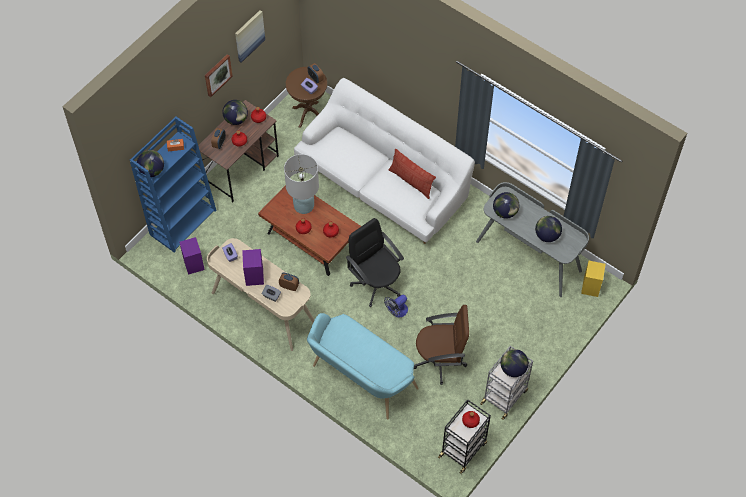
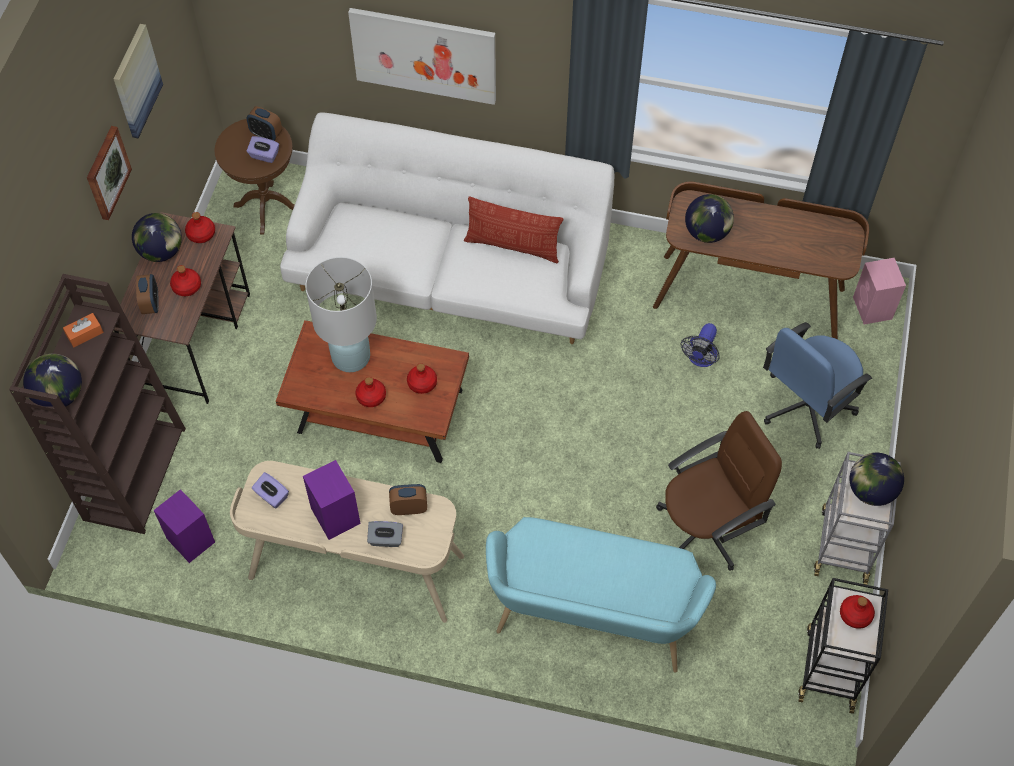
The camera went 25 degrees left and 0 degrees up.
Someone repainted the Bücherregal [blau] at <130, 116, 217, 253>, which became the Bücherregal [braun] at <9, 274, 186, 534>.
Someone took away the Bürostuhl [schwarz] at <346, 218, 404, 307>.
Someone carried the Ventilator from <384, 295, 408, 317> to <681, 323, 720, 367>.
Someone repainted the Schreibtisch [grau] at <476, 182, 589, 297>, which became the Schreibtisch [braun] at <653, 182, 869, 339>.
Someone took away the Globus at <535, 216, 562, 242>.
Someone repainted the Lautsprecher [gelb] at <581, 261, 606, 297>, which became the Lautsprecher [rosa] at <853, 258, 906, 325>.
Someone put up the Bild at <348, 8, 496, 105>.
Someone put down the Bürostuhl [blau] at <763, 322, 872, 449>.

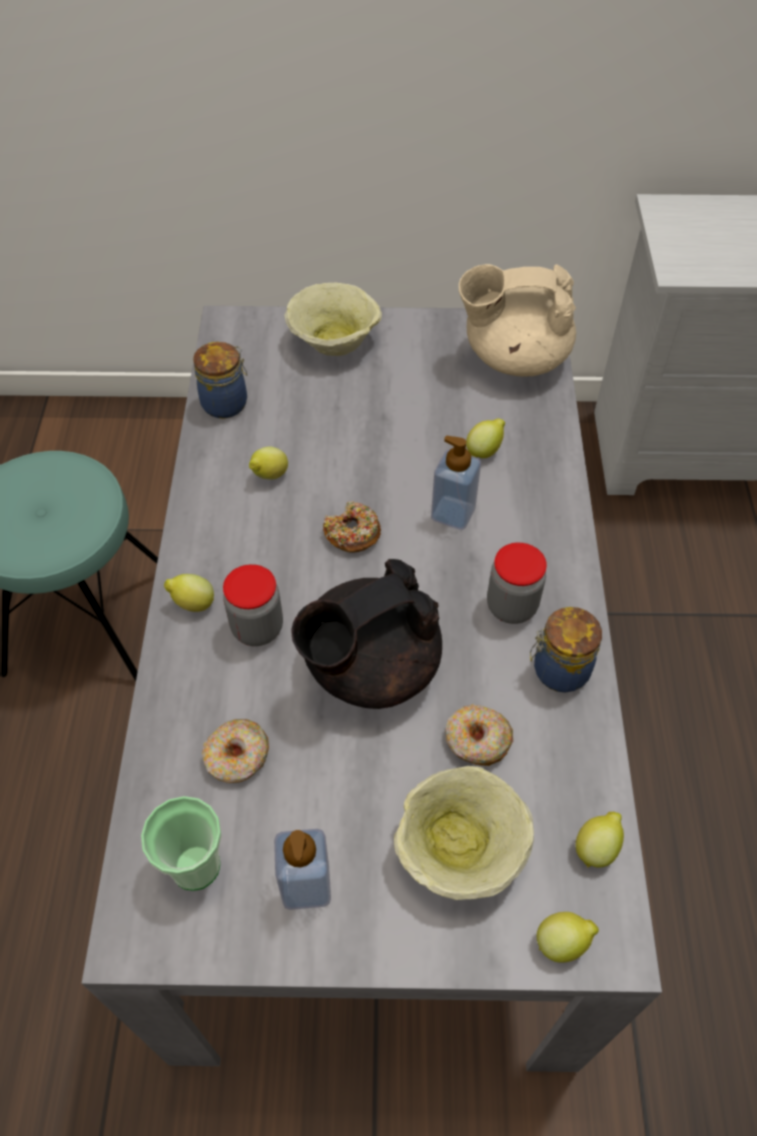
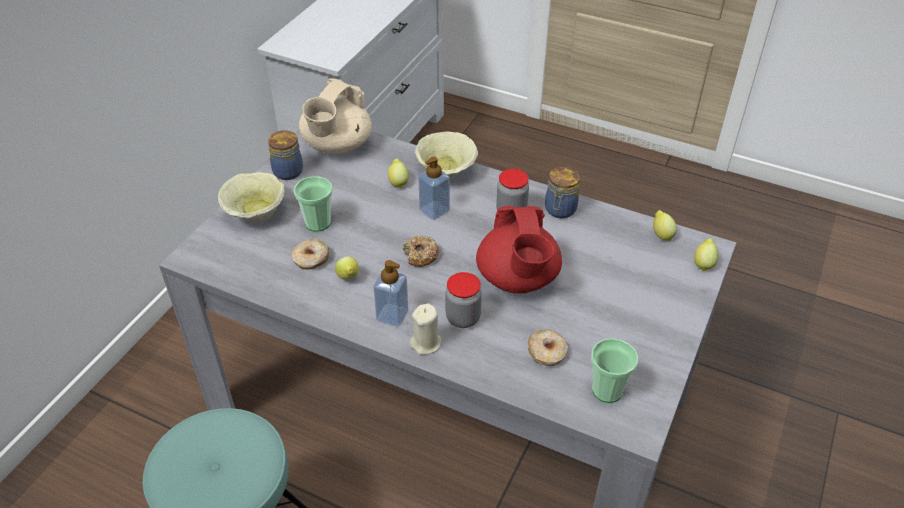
The camera went 65 degrees left and 10 degrees down.
Someone swapped the Zitrone at <164, 574, 214, 612> for the Kerze [beige] at <410, 303, 442, 355>.
Someone carried the Vorratsglas from <193, 342, 247, 418> to <268, 130, 303, 180>.
Someone carried the Seifenspender from <274, 829, 331, 910> to <374, 260, 408, 326>.
Someone repainted the Teekanne [schwarz] at <291, 559, 442, 709>, which became the Teekanne [rot] at <476, 205, 562, 293>.
Someone carried the Schüssel [beige] from <394, 766, 534, 900> to <415, 131, 478, 178>.
Someone carried the Donut from <445, 704, 513, 766> to <292, 239, 329, 269>.
Someone put down the Tasse at <294, 176, 333, 232>.

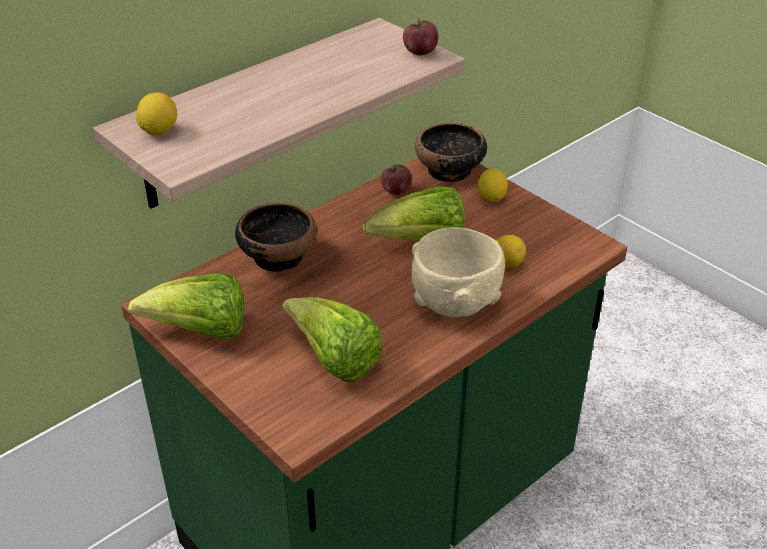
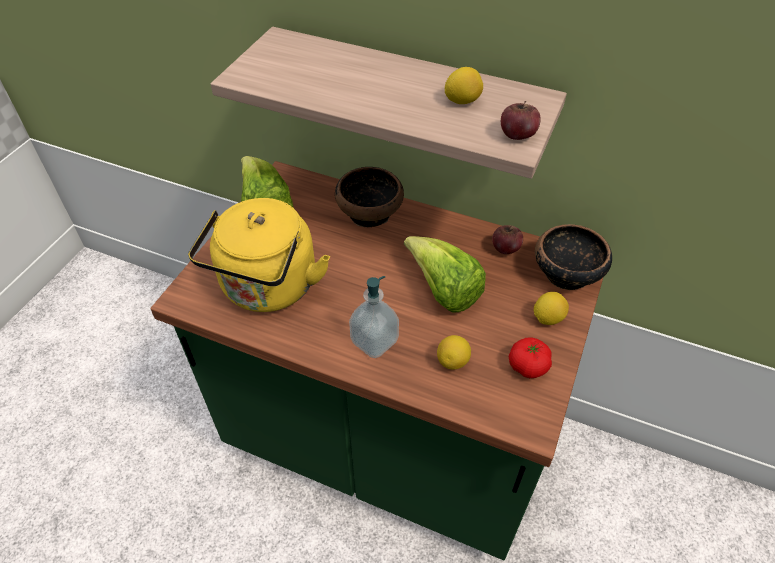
The camera went 65 degrees right and 10 degrees up.
Someone carried the Zitrone from <136, 92, 177, 136> to <445, 67, 483, 104>.
Someone swapped the Salatkopf at <282, 297, 382, 382> for the Wasserkessel [gelb] at <188, 198, 330, 312>.
Someone swapped the Schüssel [beige] at <411, 227, 505, 317> for the Seifenspender at <349, 276, 399, 358>.
Someone put down the Tomate at <509, 337, 552, 378>.

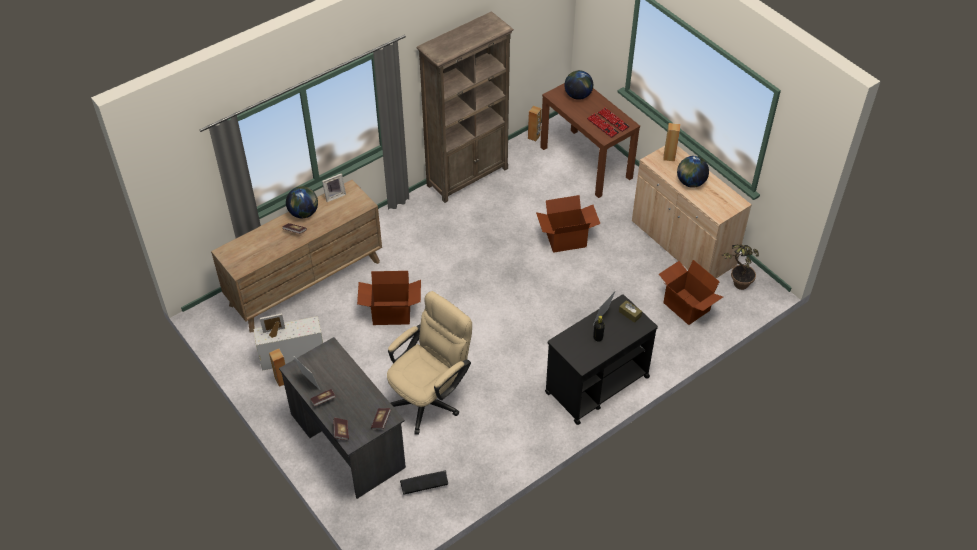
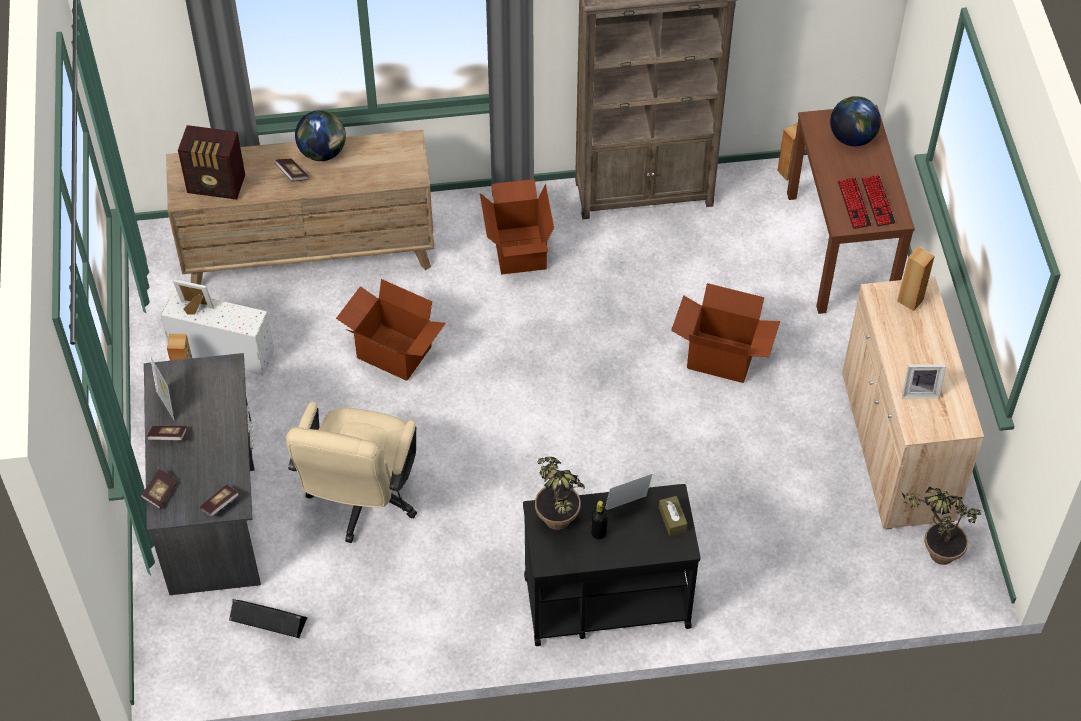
The camera went 30 degrees right and 5 degrees up.
Someone carried the Bilderrahmen from <322, 173, 346, 202> to <902, 364, 946, 398>.
Someone rotated the Bürostuhl [beige] at <387, 291, 472, 435> by 120 degrees clockwise.
Someone carried the Karton from <659, 260, 723, 325> to <480, 179, 554, 275>.
Someone took away the Globus at <677, 156, 709, 188>.
Someone put down the Radio at <178, 125, 245, 200>.
Someone put down the Topfpflanze at <535, 457, 585, 530>.

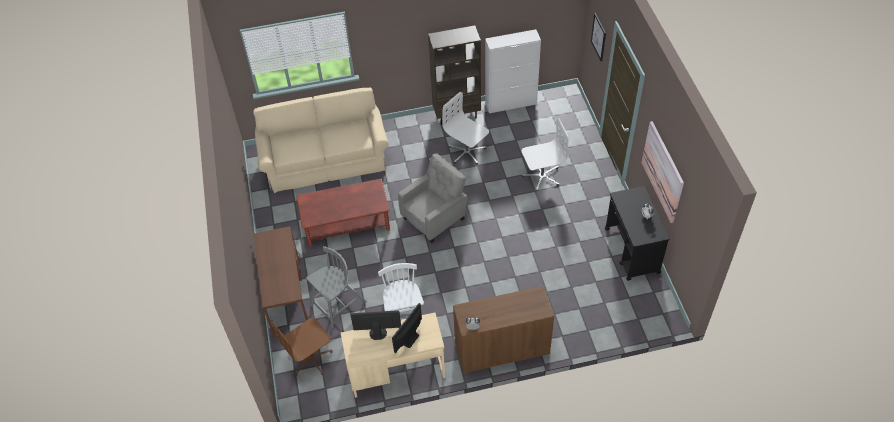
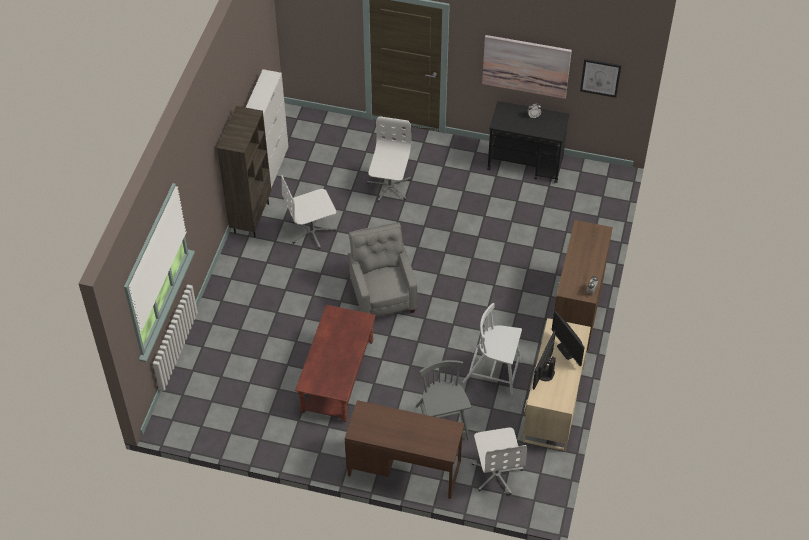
The camera went 65 degrees left and 0 degrees up.
Someone took away the Sofa [beige] at <253, 88, 388, 193>.
Someone repainted the Bürostuhl [braun] at <271, 318, 333, 376>, which became the Bürostuhl [weiß] at <472, 427, 527, 495>.
Someone carried the Bild from <591, 13, 606, 62> to <580, 59, 621, 98>.

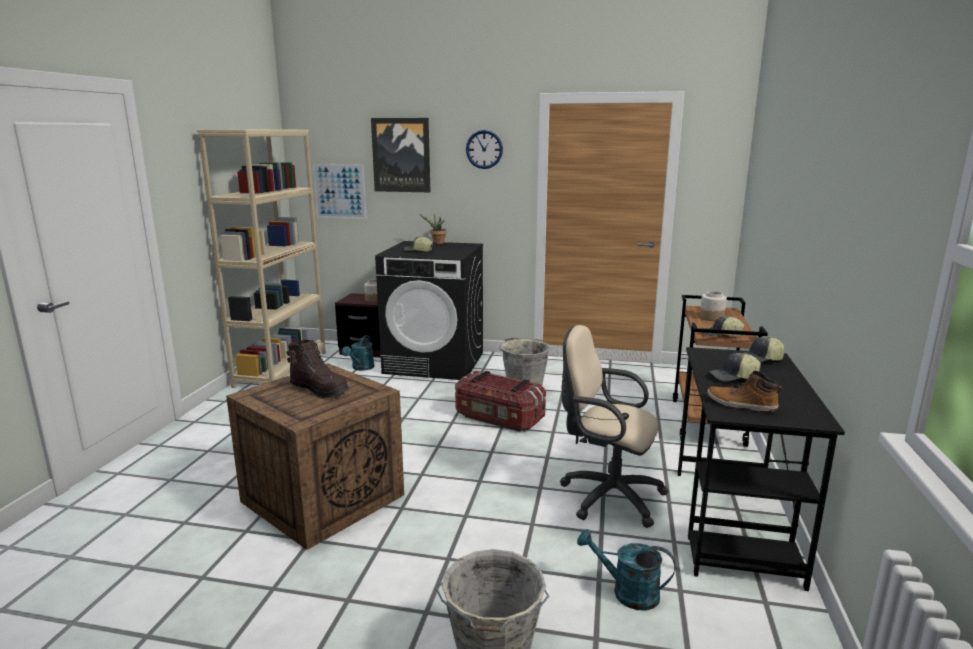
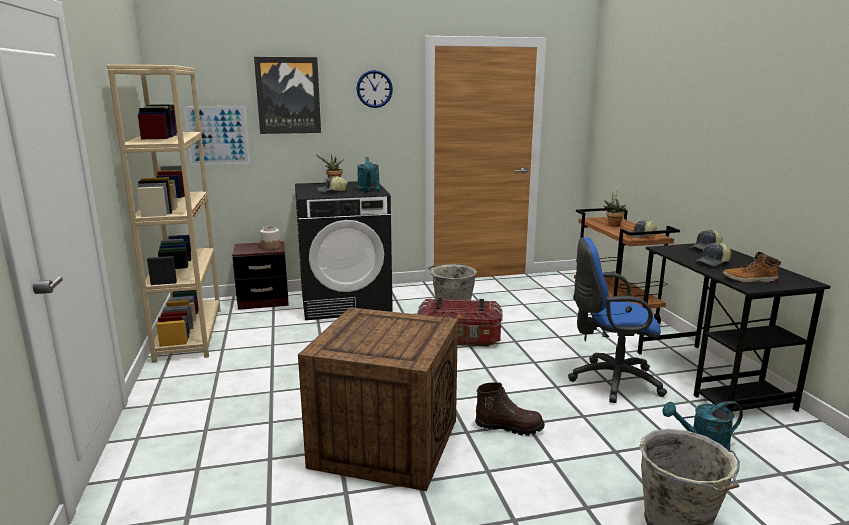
The camera went 25 degrees left and 0 degrees up.
Someone carried the Stiefel [braun] from <287, 340, 349, 398> to <475, 382, 545, 436>.
Someone carried the Gießkanne [türkis] from <342, 335, 374, 371> to <357, 157, 380, 192>.
Someone repainted the Bürostuhl [beige] at <560, 325, 669, 528>, which became the Bürostuhl [blau] at <568, 237, 667, 403>.
Someone swapped the Vorratsglas at <700, 291, 727, 321> for the Topfpflanze at <603, 191, 626, 227>.

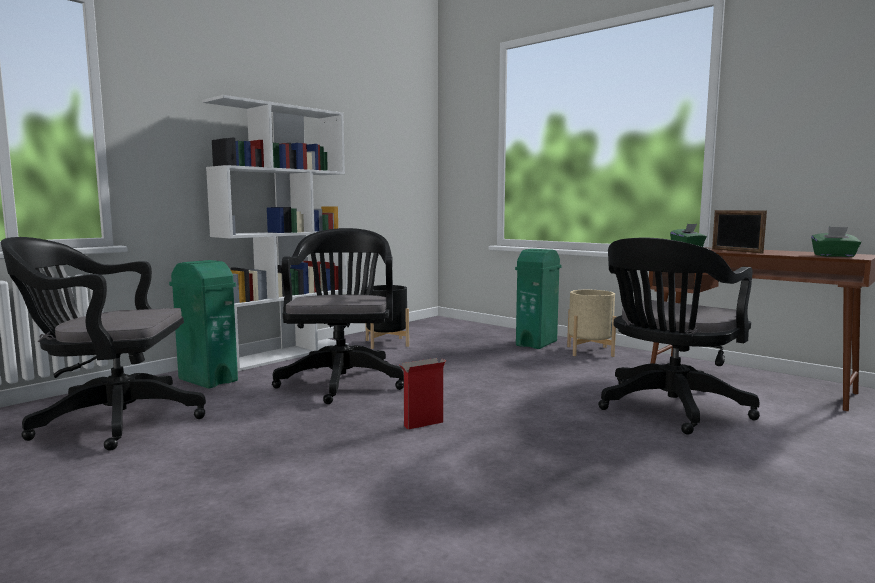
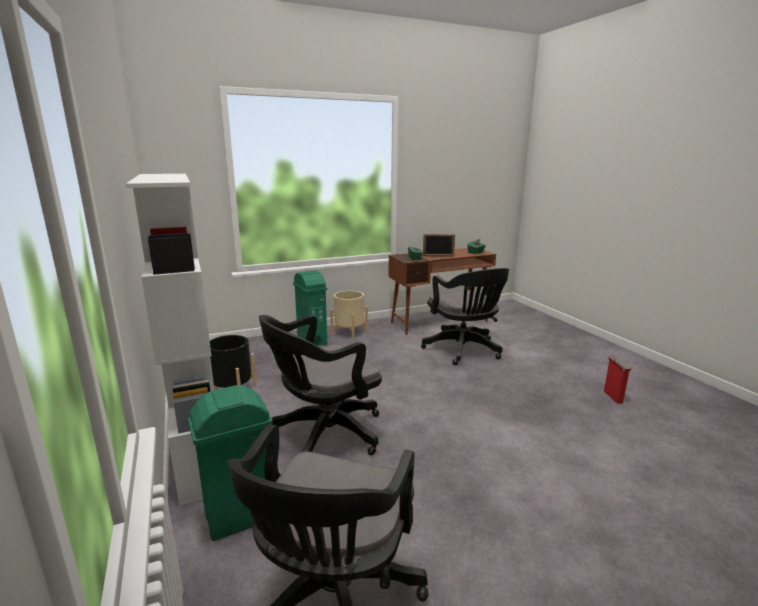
The camera went 65 degrees left and 10 degrees up.
Someone rotated the Bürostuhl [schwarz] at <272, 228, 404, 404> by 60 degrees counterclockwise.
Someone carried the Karton from <399, 358, 446, 430> to <604, 356, 632, 404>.

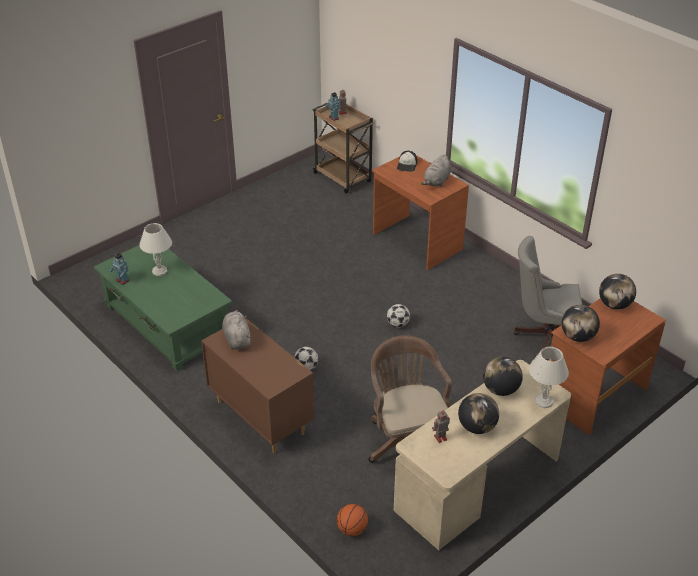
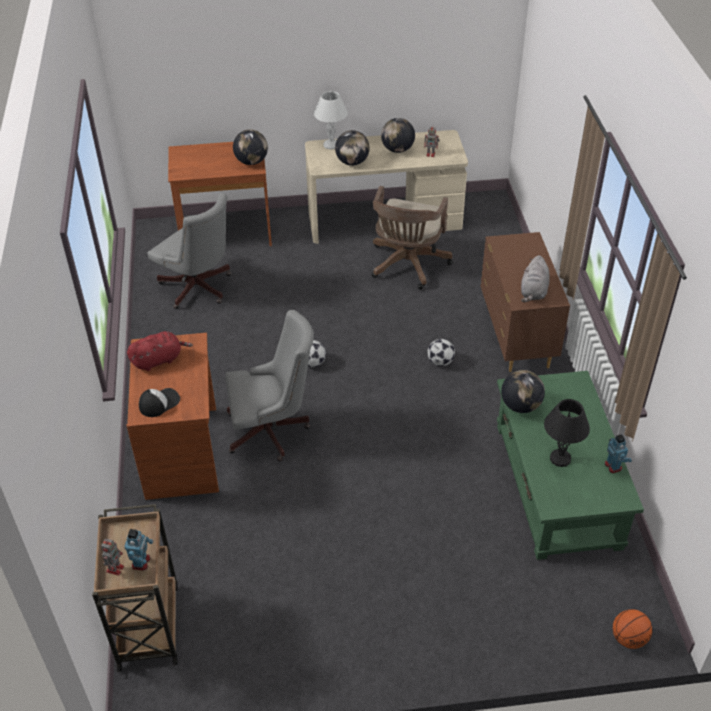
The camera went 145 degrees left and 5 degrees up.
Someone repainted the Tischlampe [weiß] at <139, 223, 172, 276>, which became the Tischlampe [schwarz] at <544, 399, 590, 467>.
Someone carried the Basketball from <337, 504, 368, 536> to <613, 609, 653, 649>.
Someone repainted the Plüschtier [grau] at <421, 154, 451, 187>, which became the Plüschtier [rot] at <127, 331, 193, 371>.
Someone carried the Globus from <599, 274, 636, 309> to <501, 370, 545, 413>.
Someone put down the Bürostuhl [grau] at <225, 310, 314, 462>.

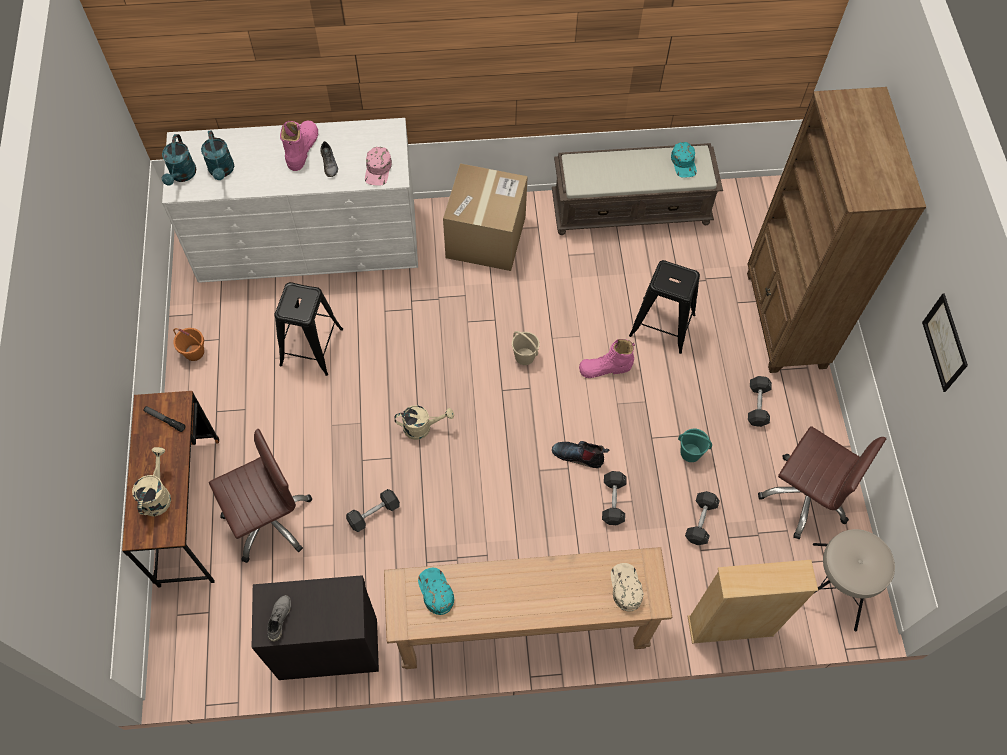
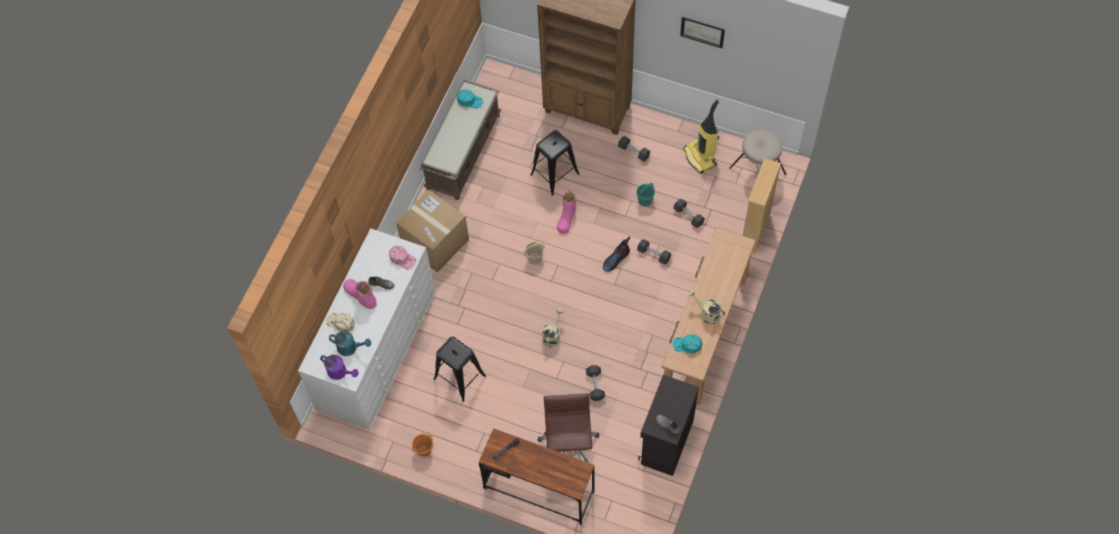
The camera went 60 degrees left and 0 degrees up.
Someone carried the Gießkanne [beige] from <132, 447, 171, 516> to <688, 290, 725, 324>.
Someone repainted the Gießkanne [türkis] at <162, 134, 196, 186>, which became the Gießkanne [lila] at <320, 355, 359, 380>.
Someone carried the Kappe [beige] from <611, 563, 644, 612> to <326, 313, 355, 332>.
Someone swapped the Bürostuhl [braun] at <758, 426, 886, 539> for the Staubsauger at <683, 100, 719, 174>.

